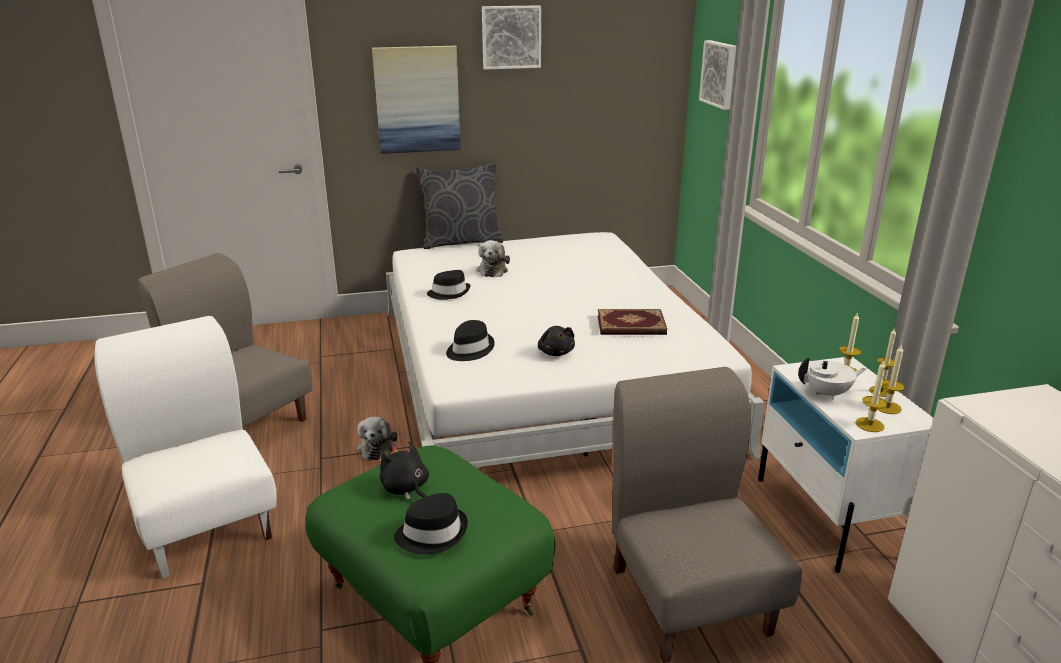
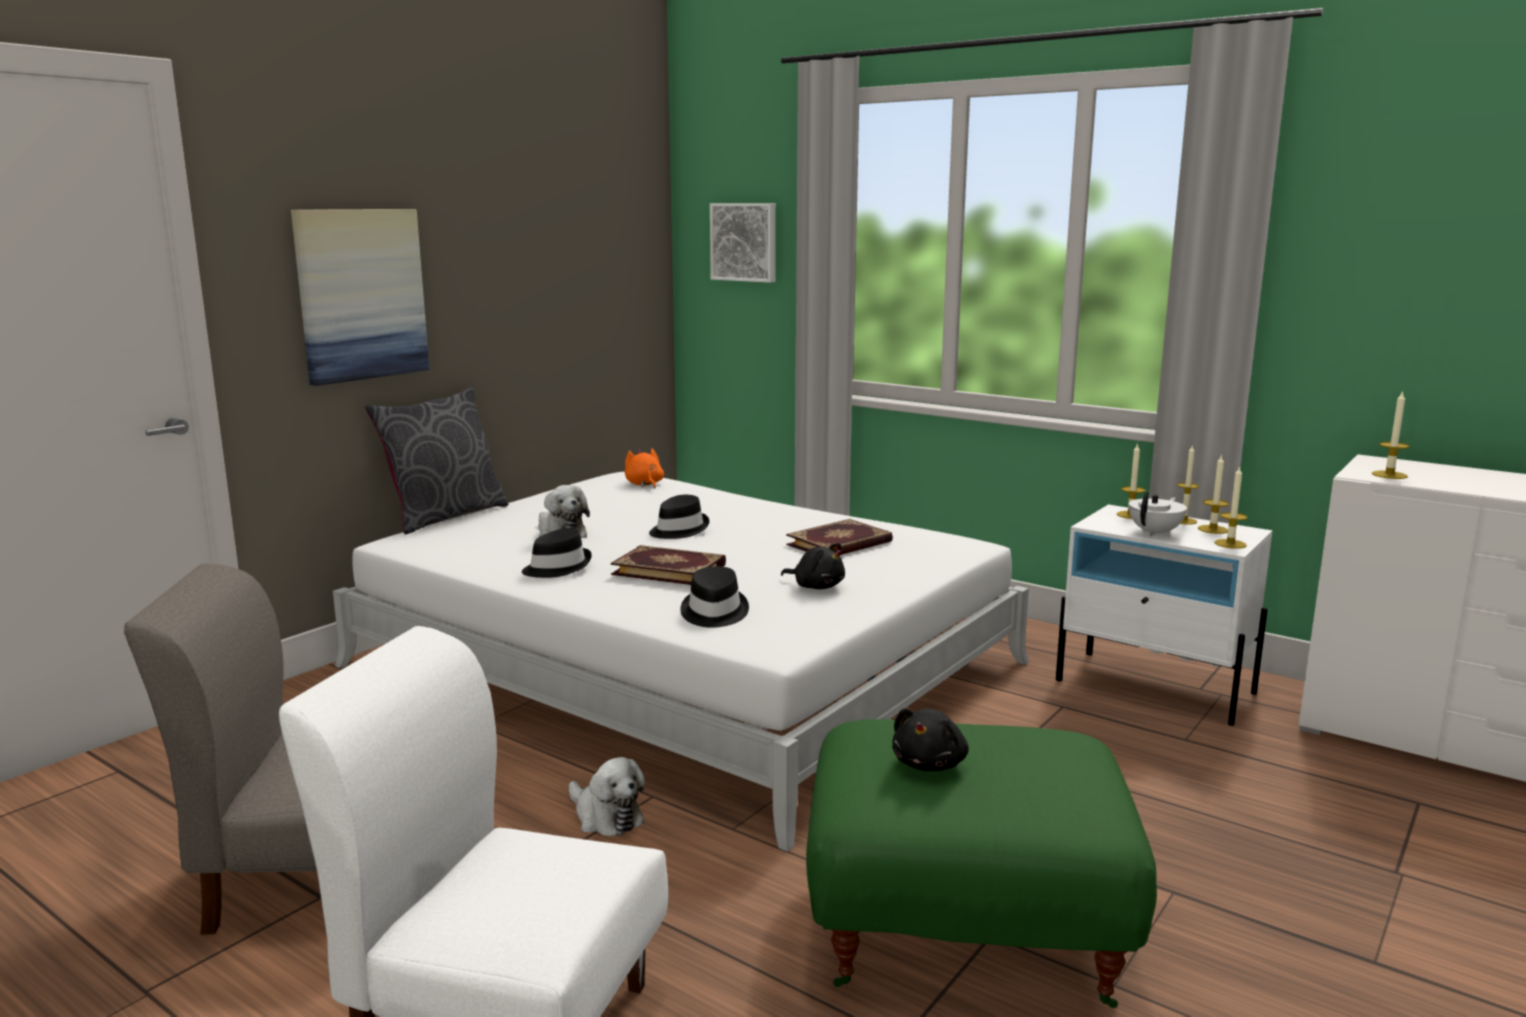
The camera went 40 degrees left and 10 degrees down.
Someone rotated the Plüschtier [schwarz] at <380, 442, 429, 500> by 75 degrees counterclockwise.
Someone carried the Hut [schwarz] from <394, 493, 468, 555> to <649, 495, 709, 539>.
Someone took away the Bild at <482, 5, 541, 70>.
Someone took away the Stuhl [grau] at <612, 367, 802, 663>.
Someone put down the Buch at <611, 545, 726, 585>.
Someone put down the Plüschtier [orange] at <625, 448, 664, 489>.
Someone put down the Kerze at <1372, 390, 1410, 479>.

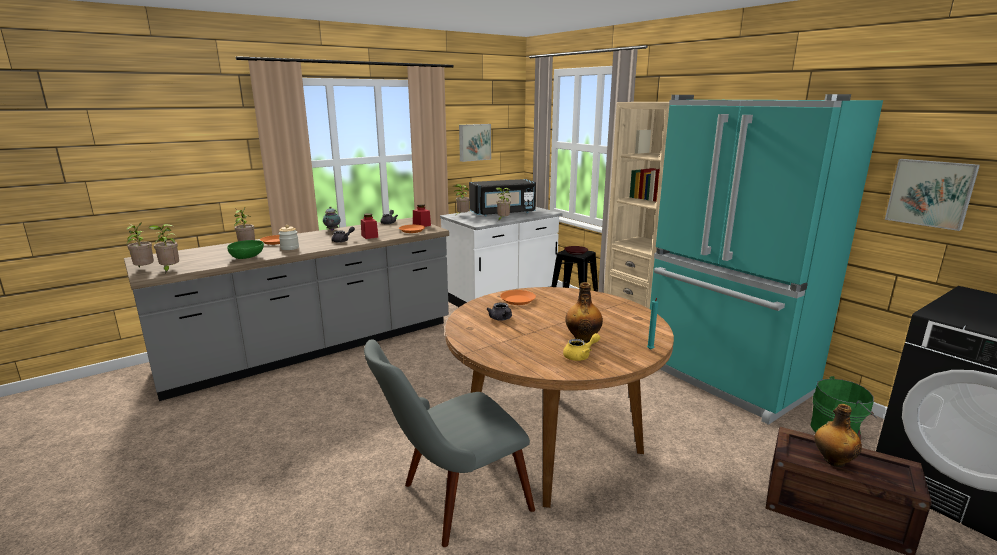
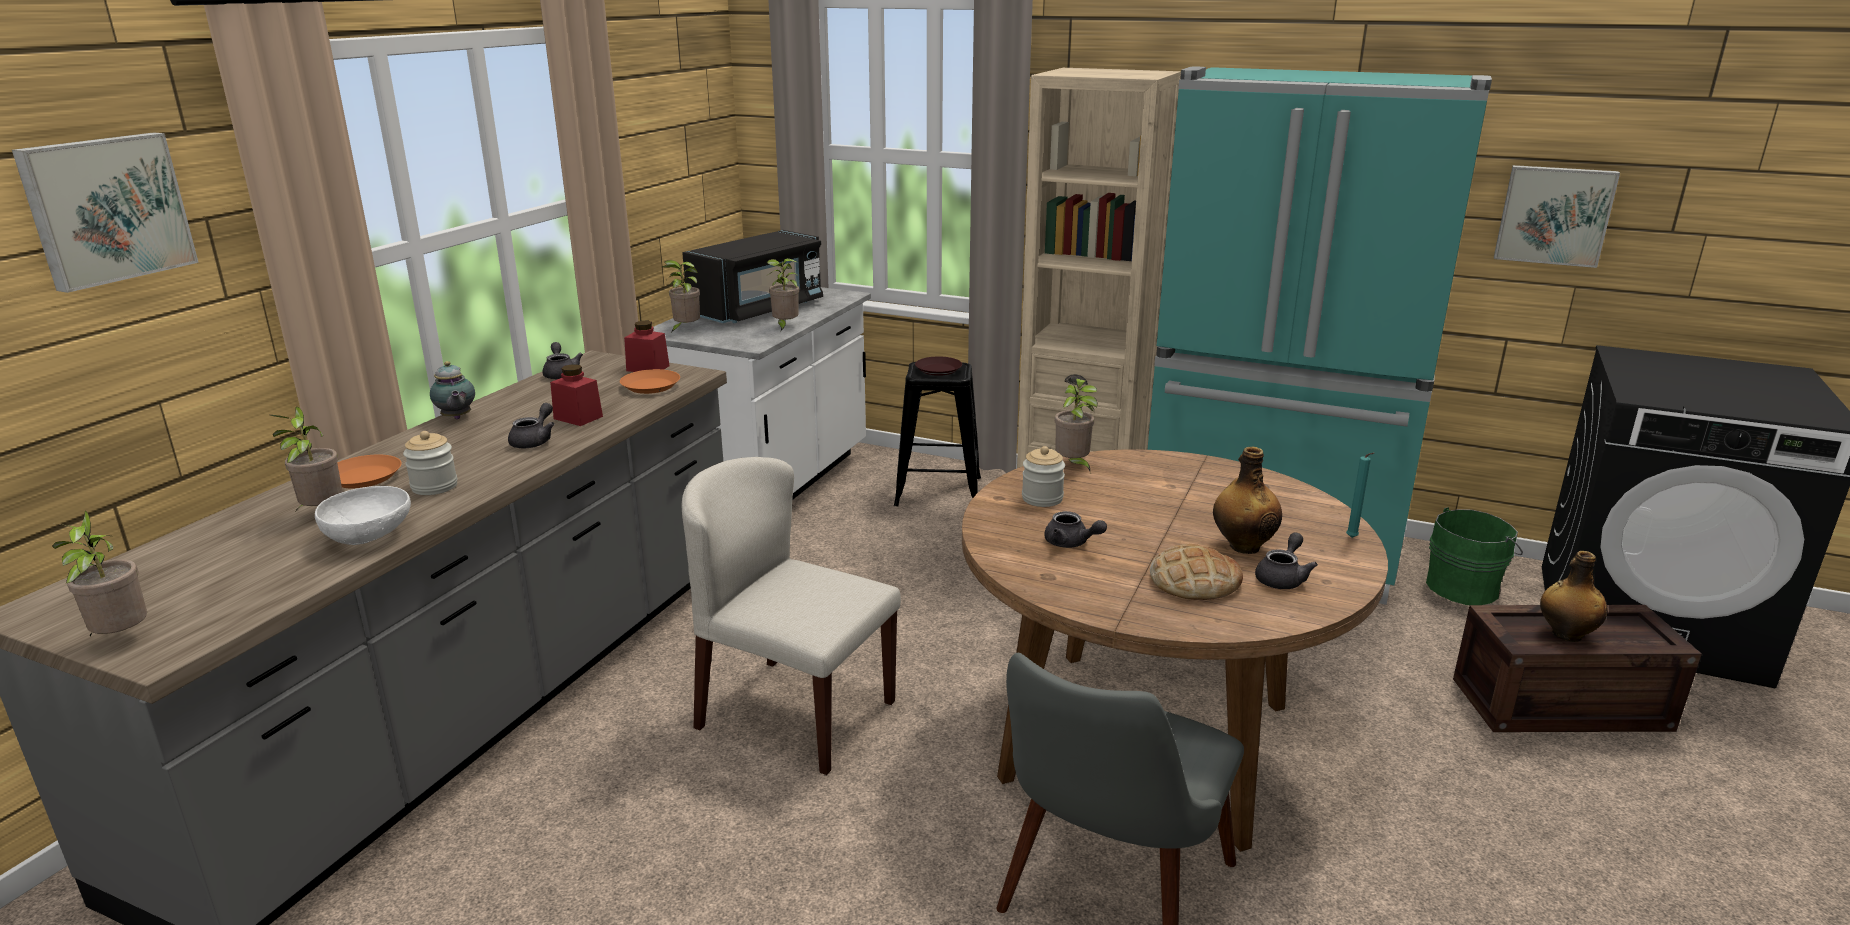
The camera went 30 degrees left and 5 degrees up.
Someone carried the Topfpflanze from <148, 224, 179, 273> to <1055, 378, 1098, 471>.
Someone repainted the Schüssel [grün] at <227, 240, 264, 259>, which became the Schüssel [weiß] at <315, 486, 411, 545>.
Someone carried the Bild from <459, 124, 491, 162> to <12, 132, 199, 293>.
Someone swapped the Teller [orange] at <500, 290, 536, 305> for the Vorratsglas at <1022, 446, 1065, 507>.
Someone repainted the Teekanne [gelb] at <563, 333, 600, 361>, which became the Teekanne [grau] at <1255, 533, 1318, 589>.
Someone put down the Stuhl [beige] at <682, 457, 901, 775>.
Someone put down the Brot at <1150, 544, 1243, 600>.

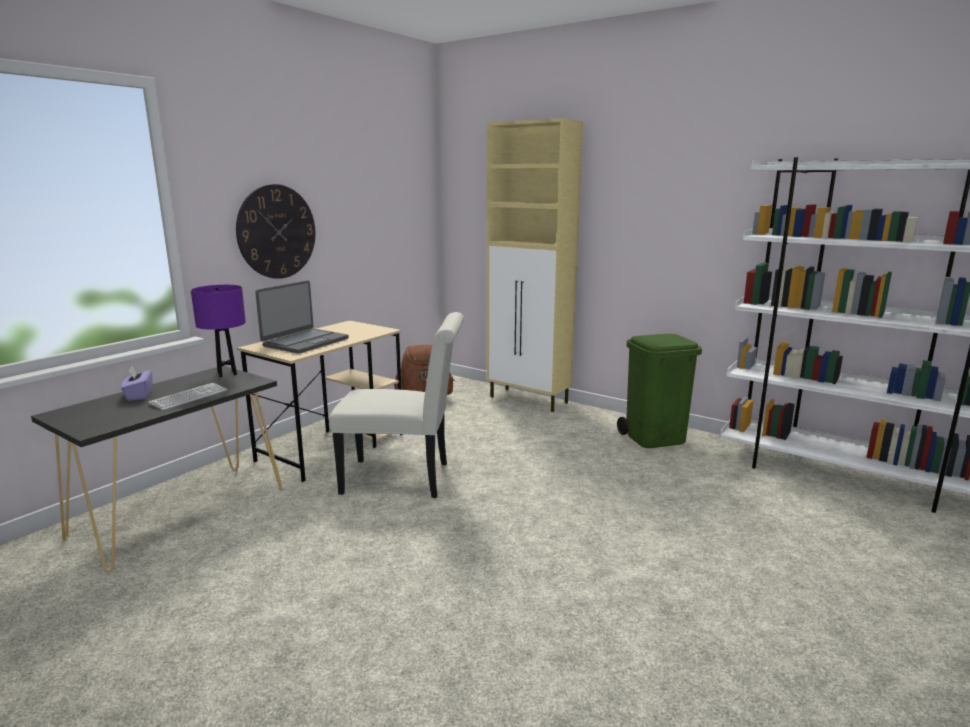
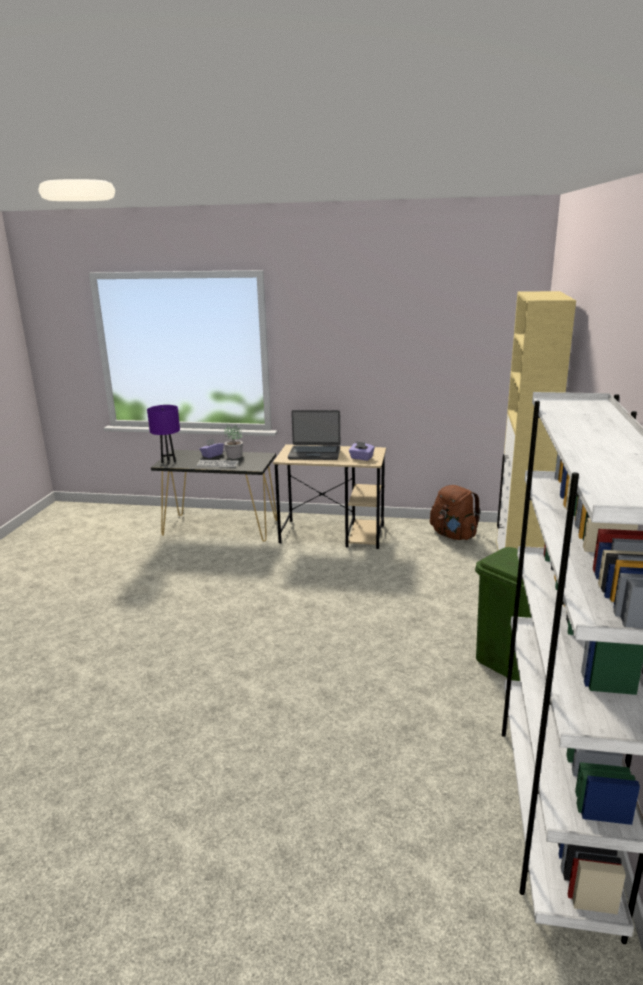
The camera went 65 degrees right and 5 degrees up.
Someone carried the Tischlampe [lila] from <191, 285, 246, 377> to <147, 405, 180, 465>.
Someone took away the Wanduhr at <236, 184, 315, 279>.
Someone took away the Stuhl [weiß] at <329, 312, 464, 498>.
Someone put down the Topfpflanze at <224, 424, 243, 459>.
Someone put down the Taschentuchbox [lila] at <349, 441, 375, 461>.

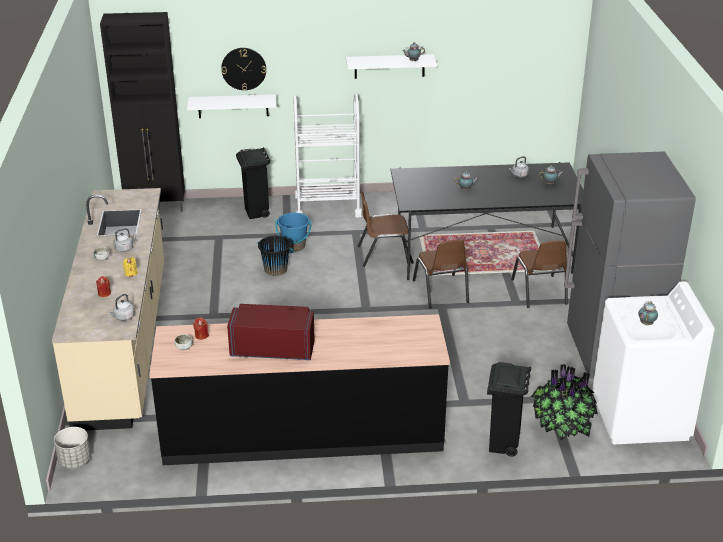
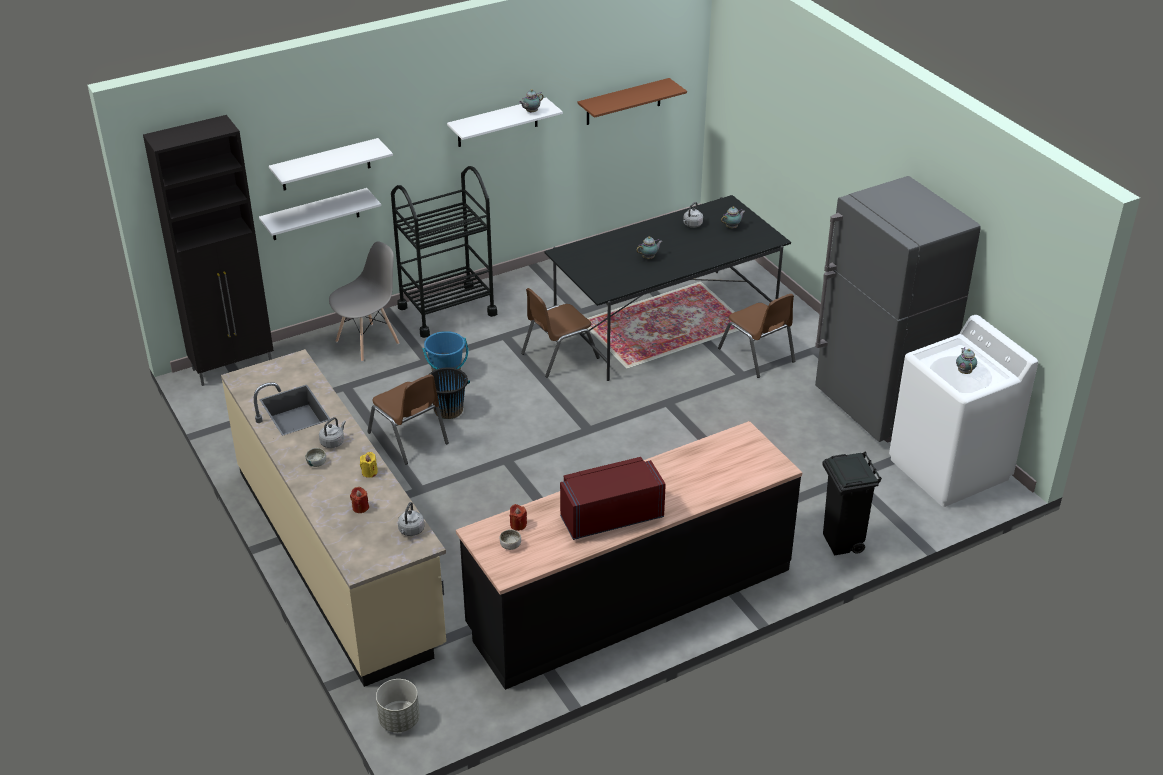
The camera went 25 degrees left and 5 degrees up.
Someone swapped the Wanduhr at <221, 48, 266, 91> for the Wandregal [weiß] at <269, 138, 393, 191>.
Someone swapped the Mülleimer [schwarz] at <236, 147, 270, 219> for the Stuhl [grau] at <329, 241, 399, 362>.
Someone repainted the Rollwagen [weiß] at <293, 93, 362, 218>, which became the Rollwagen [schwarz] at <391, 166, 497, 338>.
Someone carried the Stuhl [braun] from <413, 240, 469, 308> to <367, 374, 449, 465>.
Someone took away the Topfpflanze at <531, 364, 598, 441>.
Someone put up the Wandregal [braun] at <578, 78, 687, 125>.

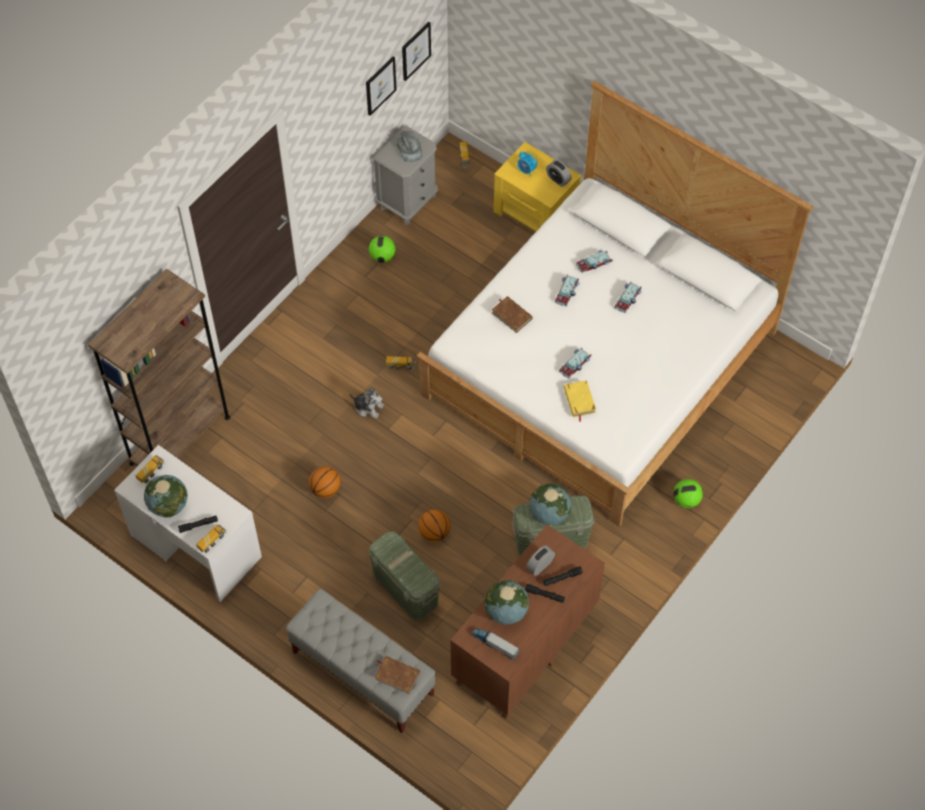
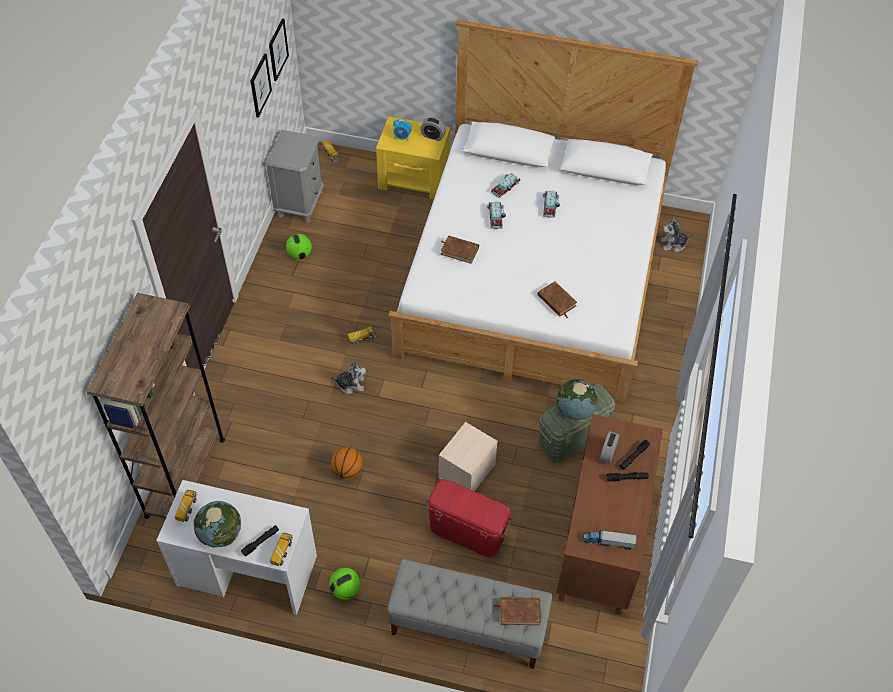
The camera went 25 degrees left and 5 degrees down.
Someone repainted the Aufbewahrungsbox [grün] at <369, 531, 440, 621>, which became the Aufbewahrungsbox [rot] at <426, 479, 512, 558>.
Someone took away the Kappe [grau] at <397, 131, 422, 162>.
Someone swapped the Basketball at <418, 509, 451, 542> for the Aufbewahrungsbox [beige] at <438, 422, 498, 491>.
Someone took away the Globus at <484, 580, 529, 625>.
Someone took away the Spielzeugauto at <559, 348, 592, 379>.
Someone repainted the Buch [gelb] at <564, 380, 596, 422>, which became the Buch [braun] at <537, 281, 577, 318>.
Someone carried the Fußball from <673, 479, 703, 508> to <329, 568, 361, 600>.
Someone put down the Plüschtier at <661, 217, 693, 252>.

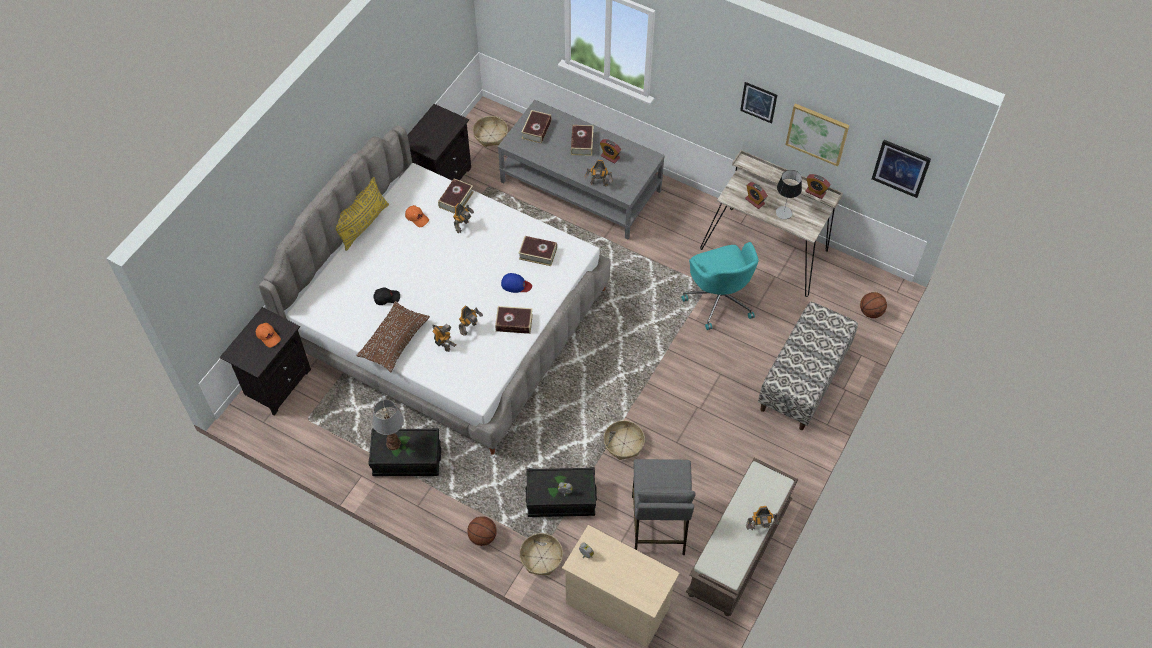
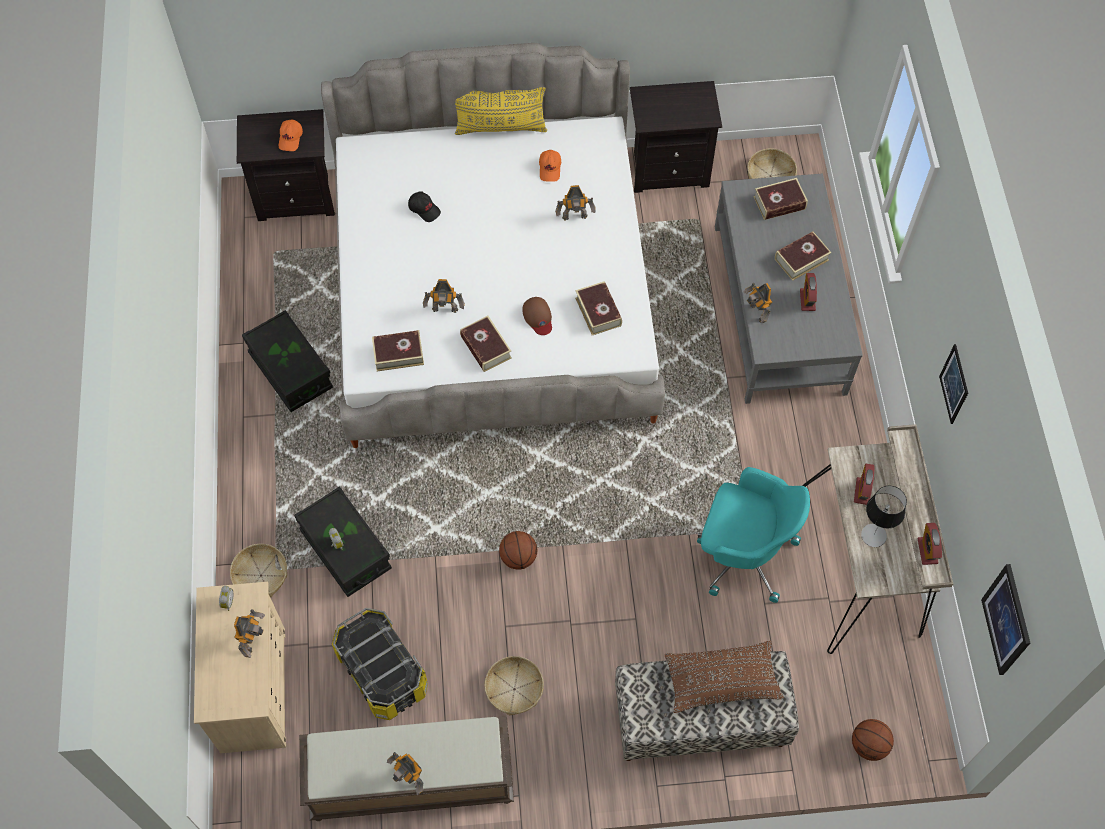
The camera went 55 degrees right and 5 degrees up.
Someone carried the Kissen [braun] from <356, 301, 430, 373> to <665, 640, 784, 713>.
Someone took away the Tischlampe at <372, 400, 404, 450>.
Someone carried the Spielzeugroboter from <432, 324, 456, 352> to <234, 609, 265, 658>.
Someone carried the Buch from <438, 178, 474, 214> to <372, 330, 424, 371>.
Someone carried the Basketball from <467, 516, 497, 546> to <499, 531, 537, 570>.
Someone repainted the Kappe [blau] at <501, 273, 532, 293>, which became the Kappe [braun] at <523, 297, 552, 335>.
Someone carried the Korb from <604, 420, 645, 460> to <484, 656, 544, 715>.
Someone swapped the Hocker [grau] at <632, 459, 696, 555> for the Aufbewahrungsbox at <332, 608, 428, 720>.
Someone rotated the Bürostuhl [türkis] at <681, 242, 758, 330> by 105 degrees counterclockwise.
Someone took away the Bild at <785, 104, 849, 167>.

